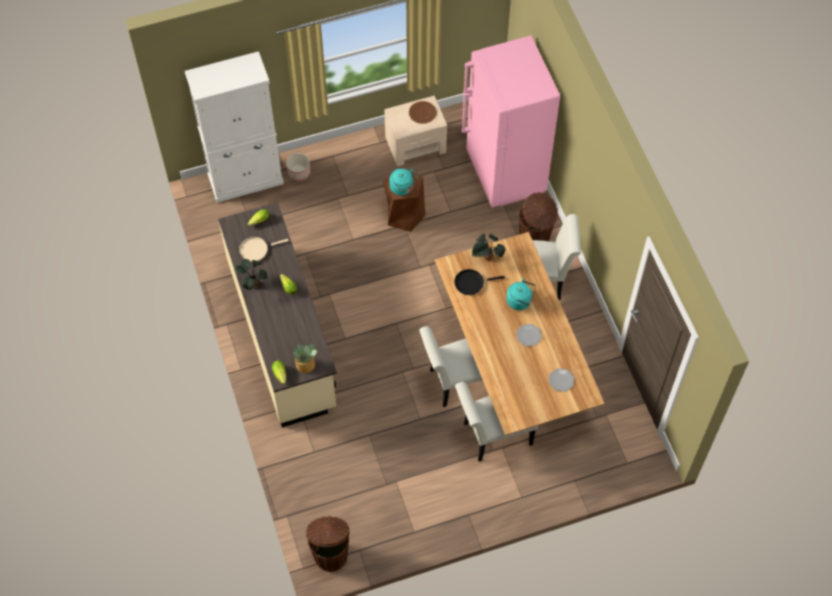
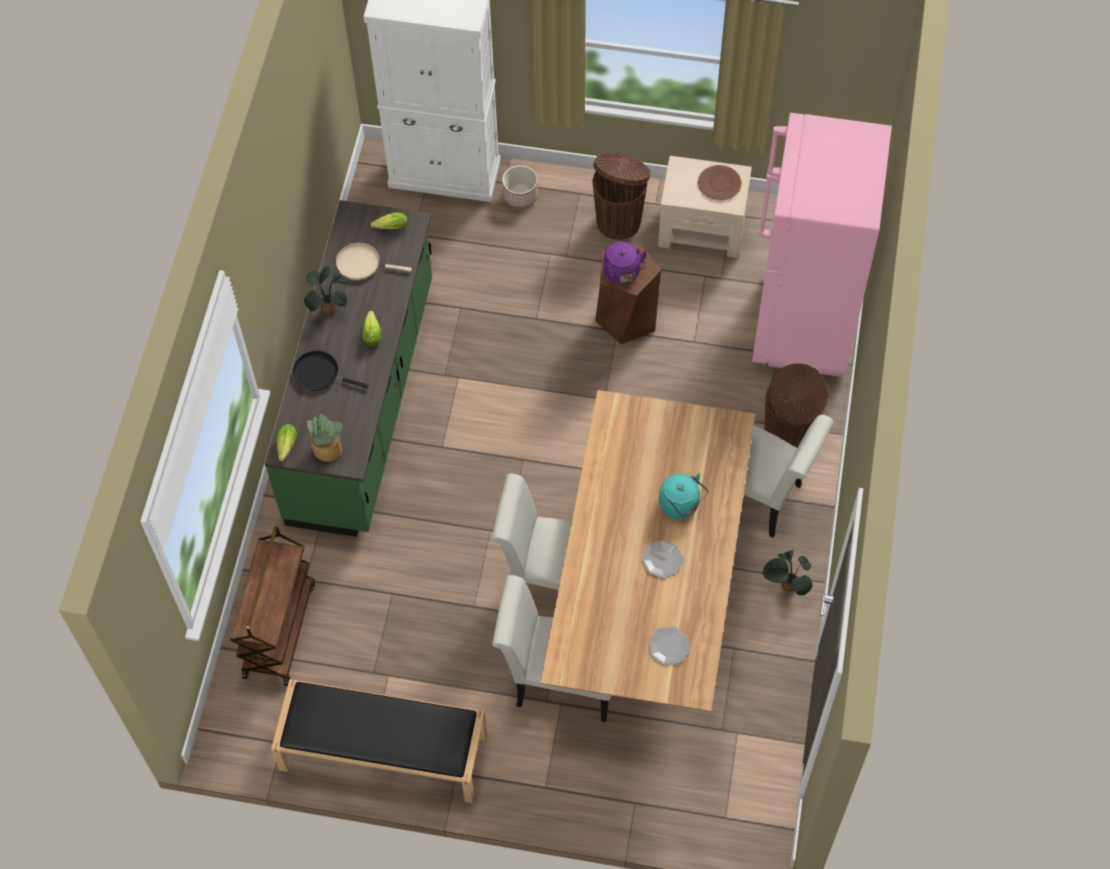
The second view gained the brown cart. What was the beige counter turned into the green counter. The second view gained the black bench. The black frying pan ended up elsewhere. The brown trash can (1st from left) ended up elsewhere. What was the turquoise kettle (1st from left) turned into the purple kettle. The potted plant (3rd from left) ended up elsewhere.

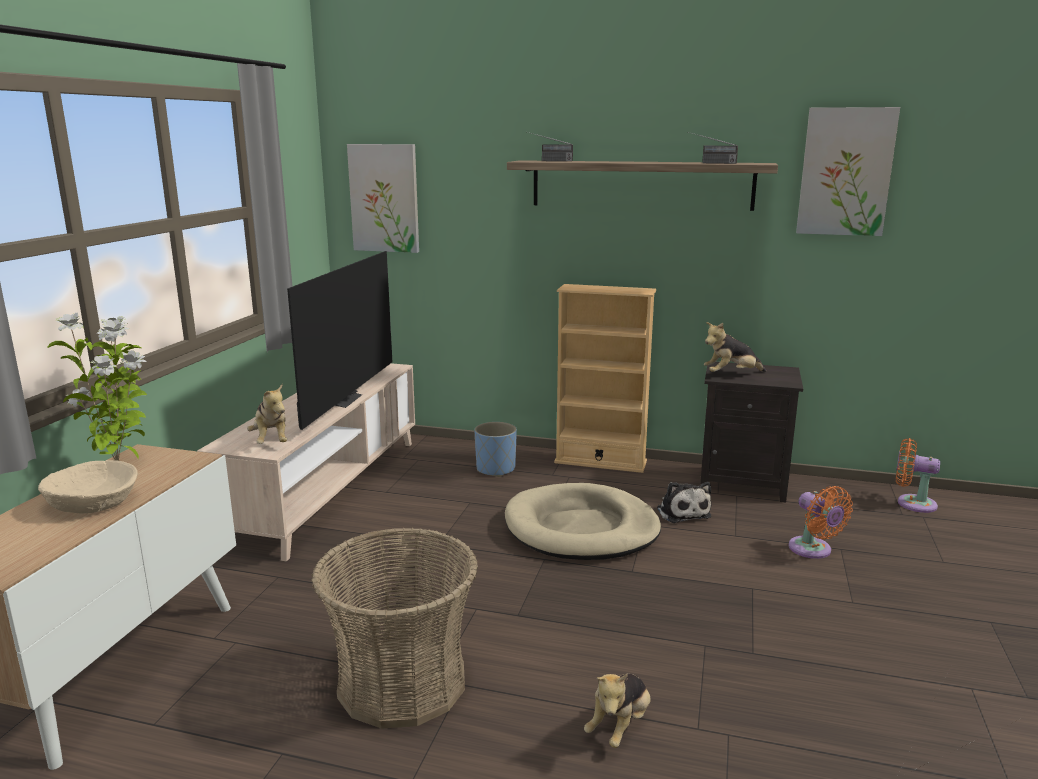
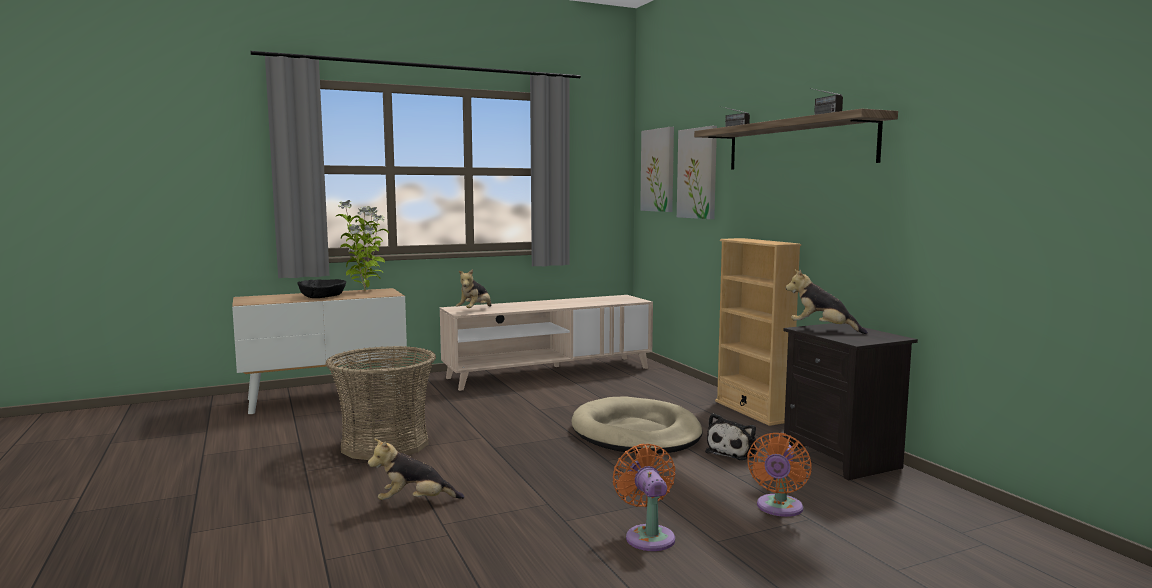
What was the beige bowl turned into the black bowl. The orange fan (2nd from left in the first image) ended up elsewhere. The picture (2nd from left) ended up elsewhere. The second view lost the television. The second view lost the blue planter.

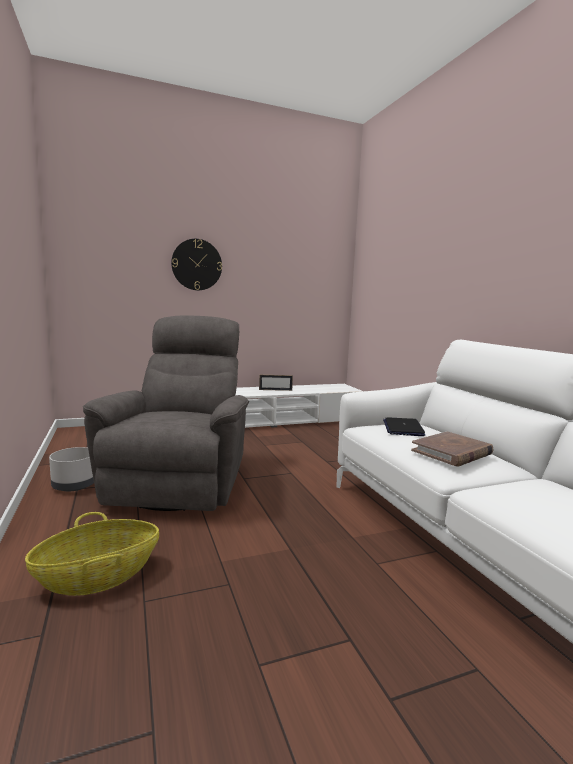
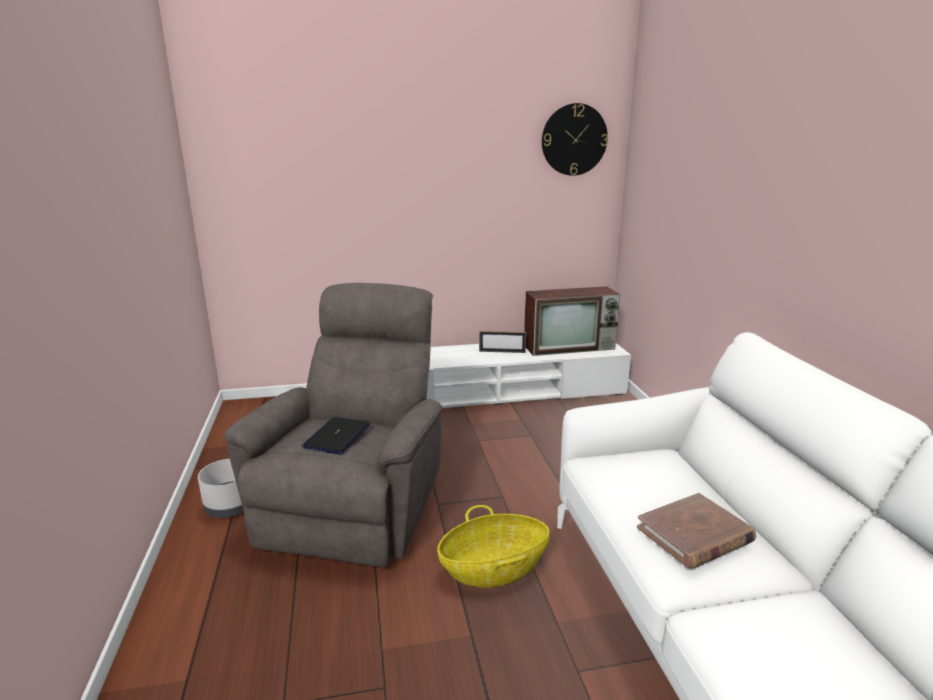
The laptop ended up elsewhere. The basket ended up elsewhere. The second view gained the television. The wall clock ended up elsewhere.

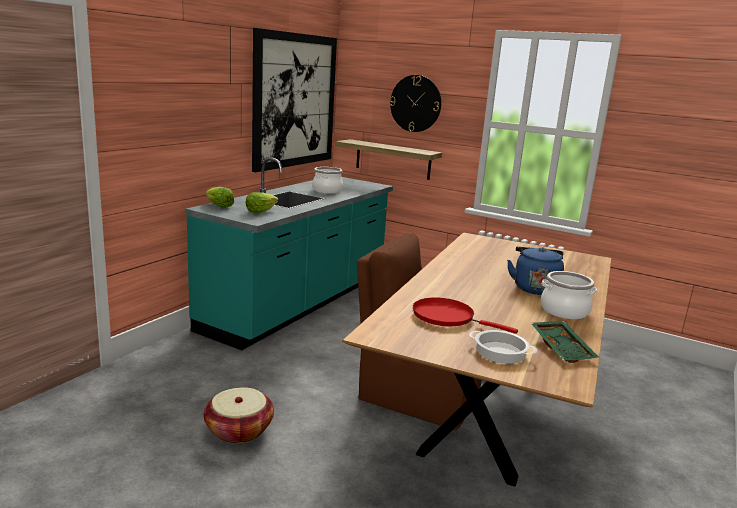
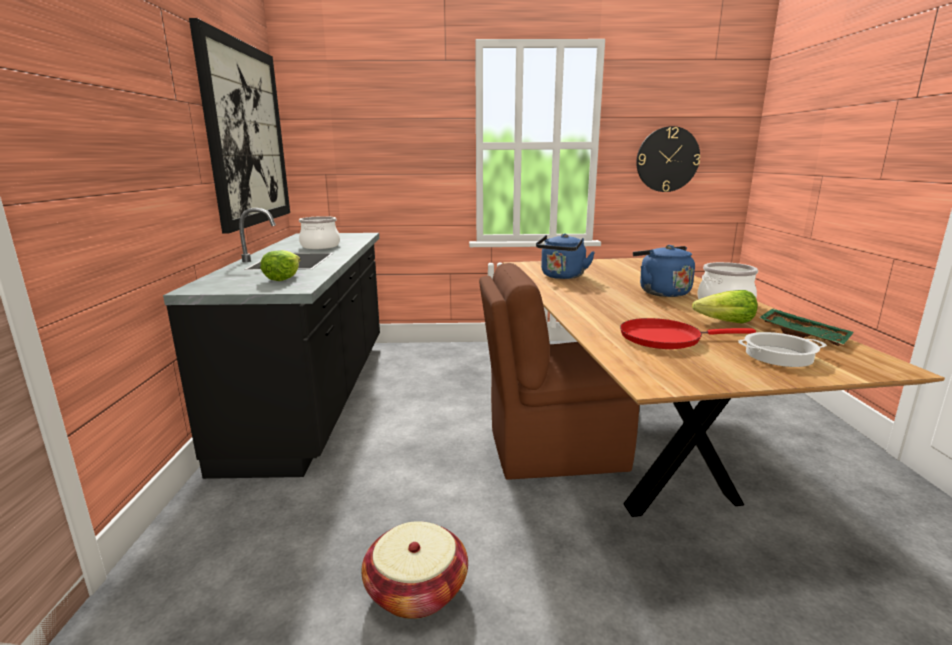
What was the turquoise counter turned into the black counter. The second view gained the blue kettle (1st from left). The wall clock ended up elsewhere. The lettuce (1st from left in the first image) ended up elsewhere. The second view lost the shelf.

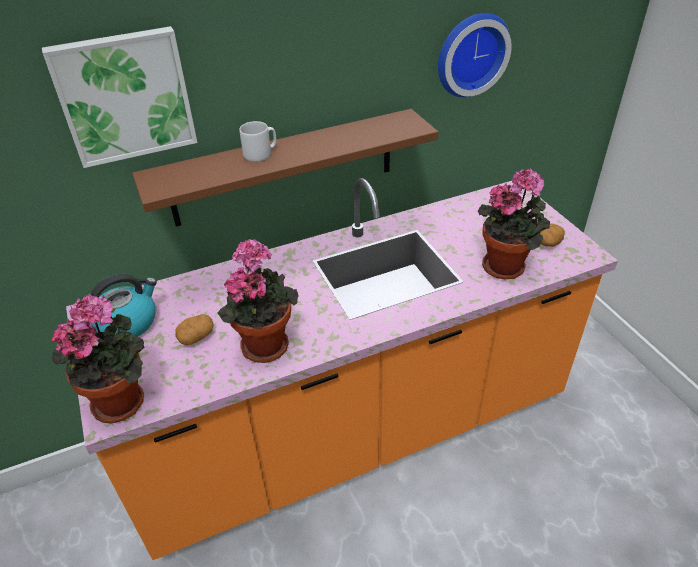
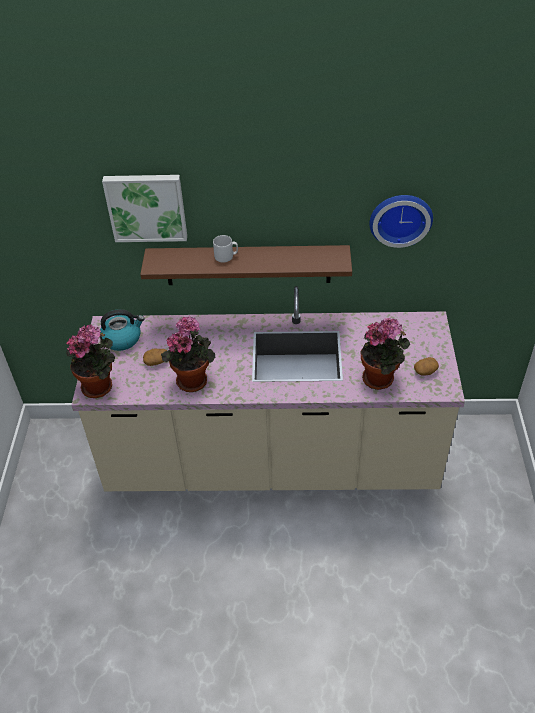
What was the orange counter turned into the beige counter.

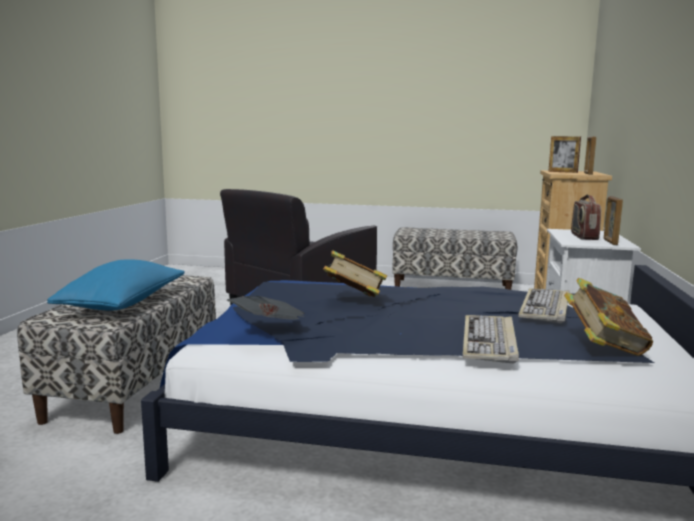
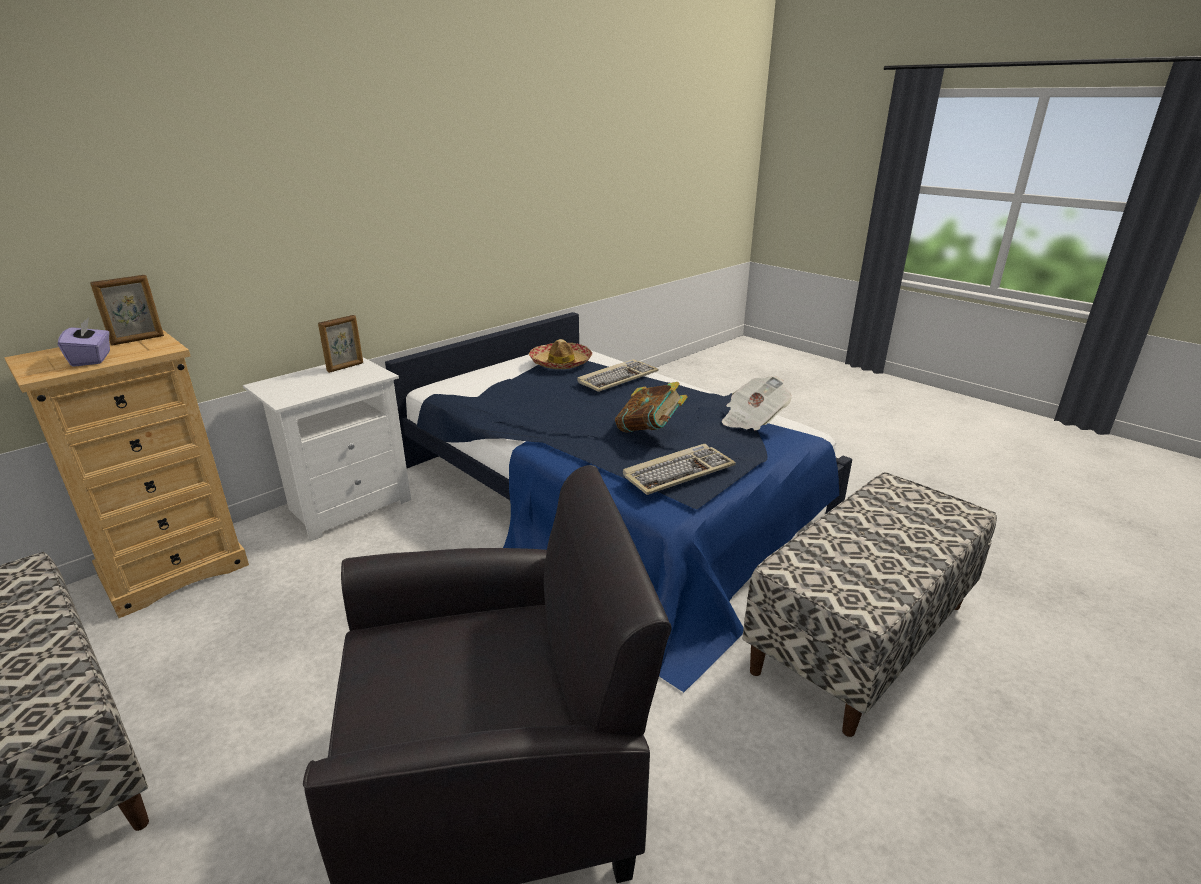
Where the picture frame (1st from left) stood, the purple tissue box came to stand. Where the book (2nd from left) stood, the hat came to stand. The keyboard (2nd from left) ended up elsewhere. The second view lost the blue pillow. The second view lost the radio.

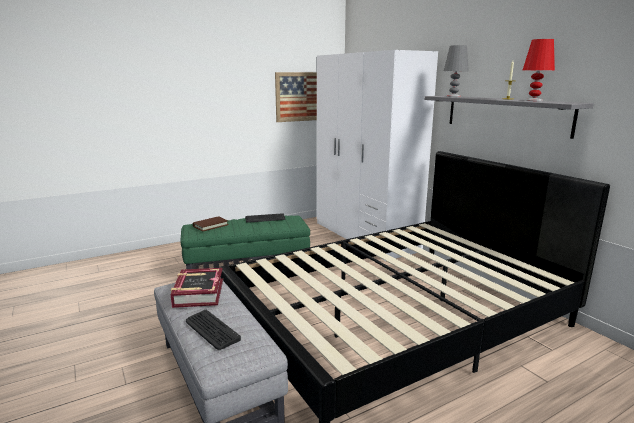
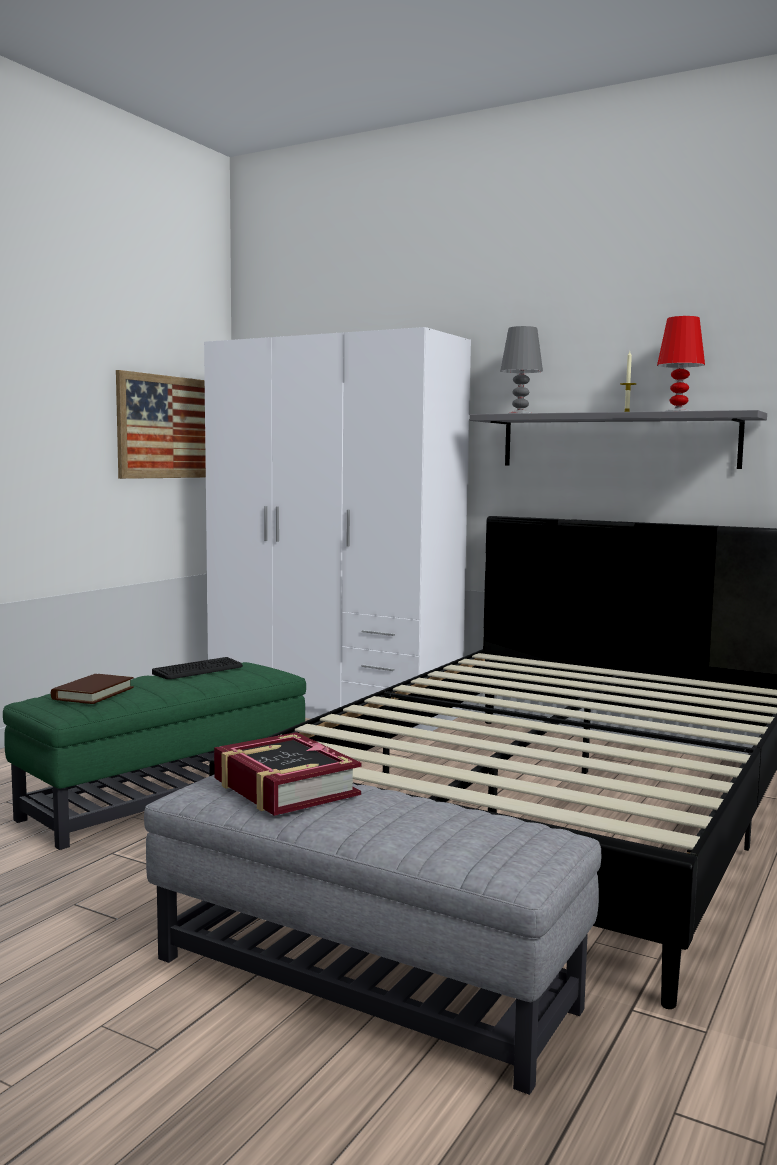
The second view lost the keyboard (1st from left).

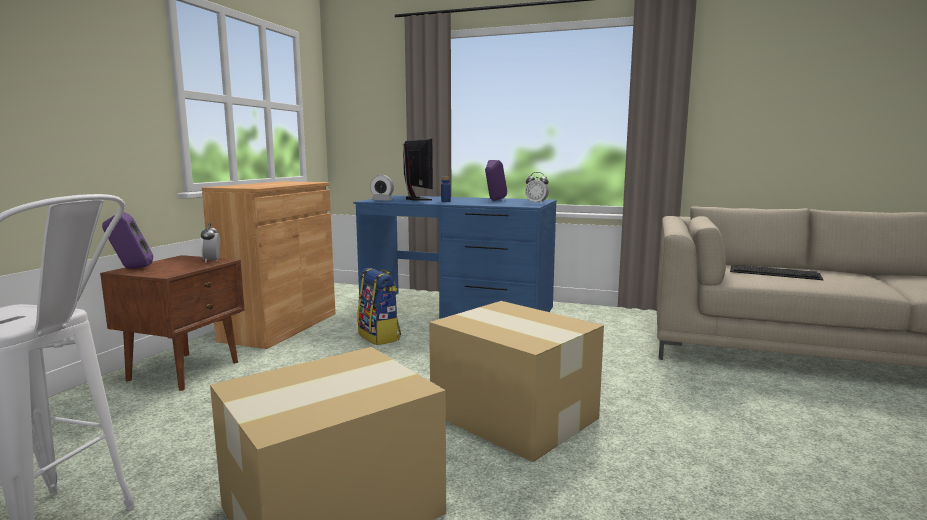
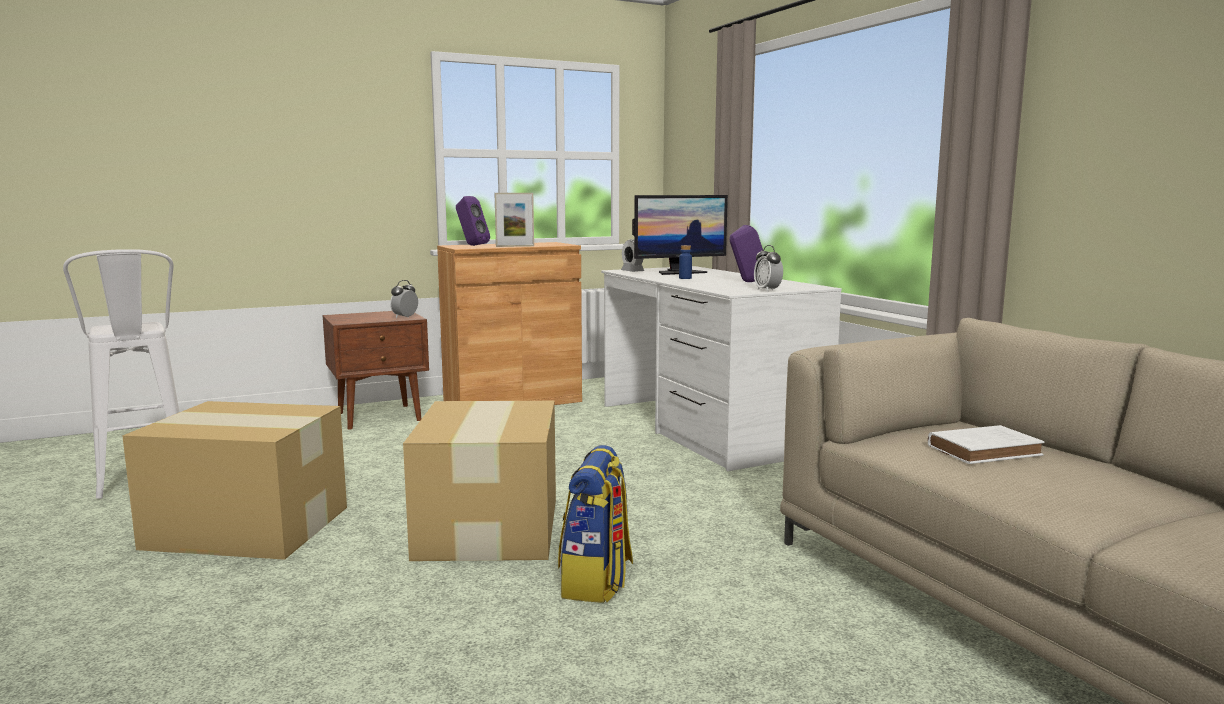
The purple speaker (1st from left) ended up elsewhere. The second view gained the picture frame. The backpack ended up elsewhere. What was the blue desk turned into the white desk. The monitor ended up facing another way, 45 degrees clockwise from before. Where the keyboard stood, the white book came to stand.

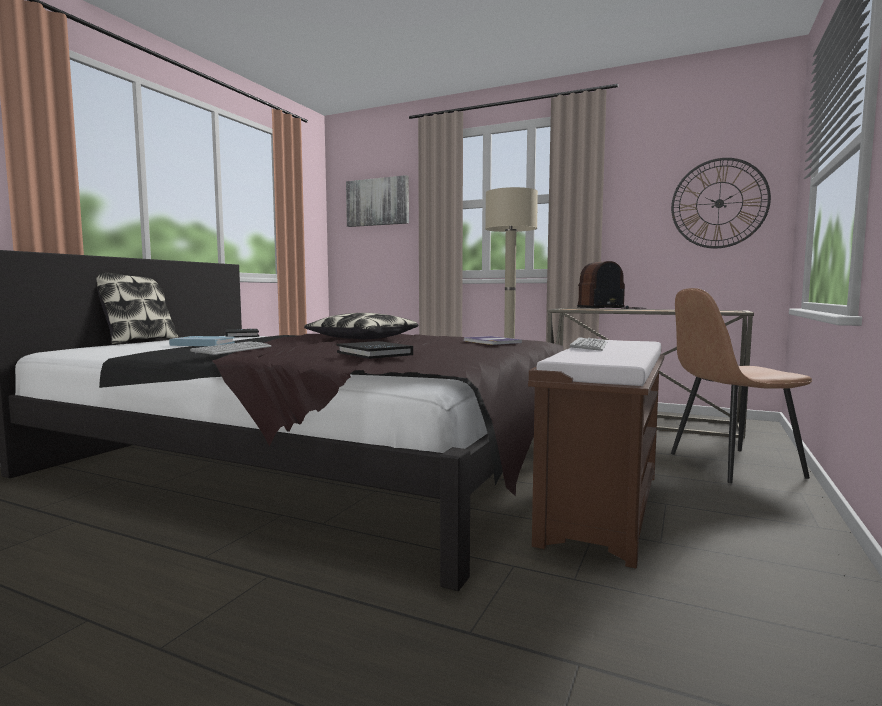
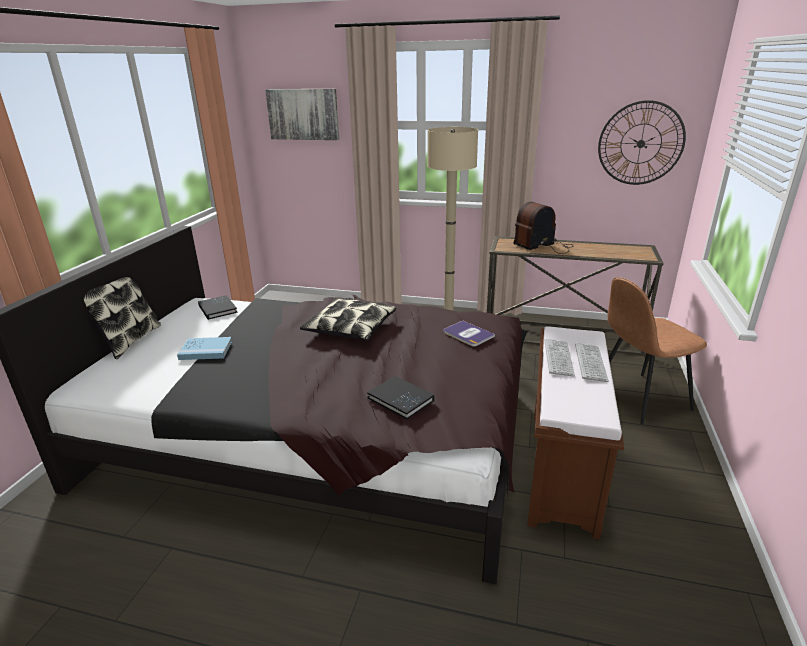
The keyboard (1st from left in the first image) ended up elsewhere.

